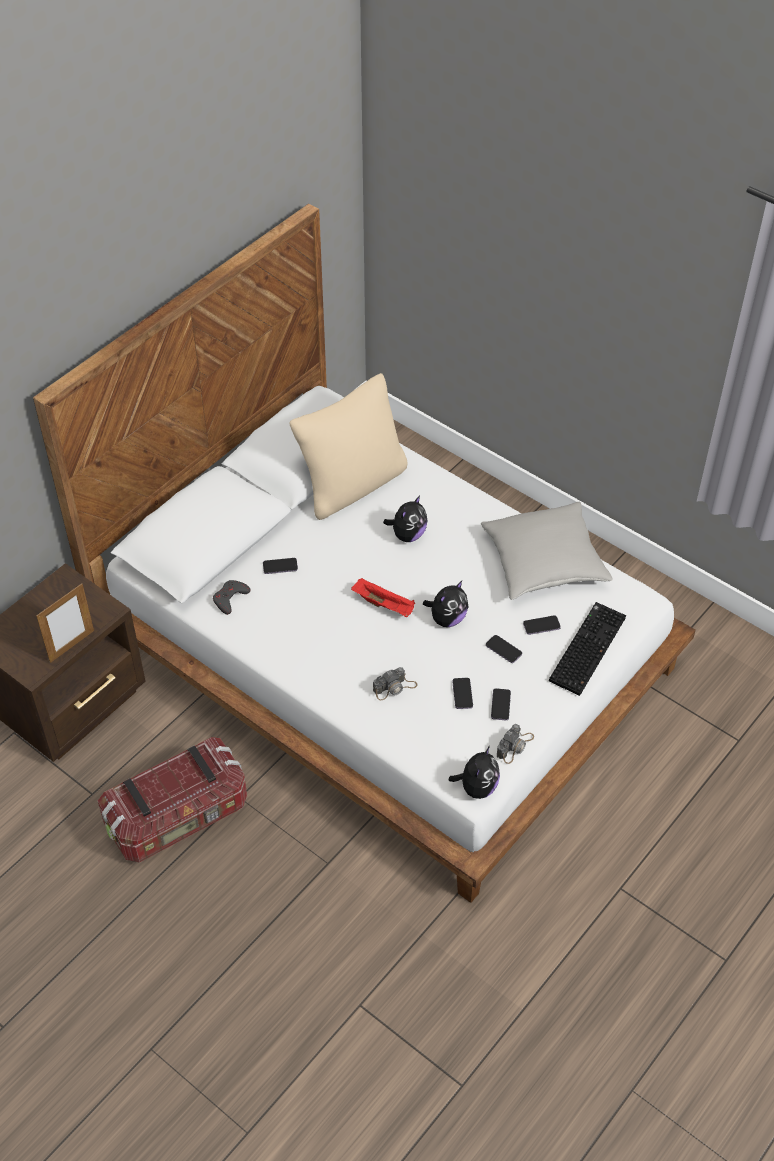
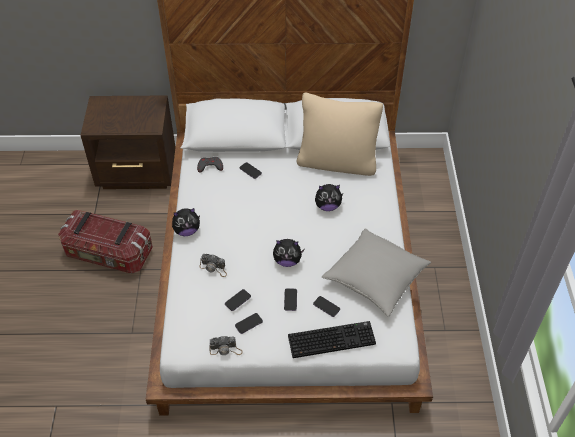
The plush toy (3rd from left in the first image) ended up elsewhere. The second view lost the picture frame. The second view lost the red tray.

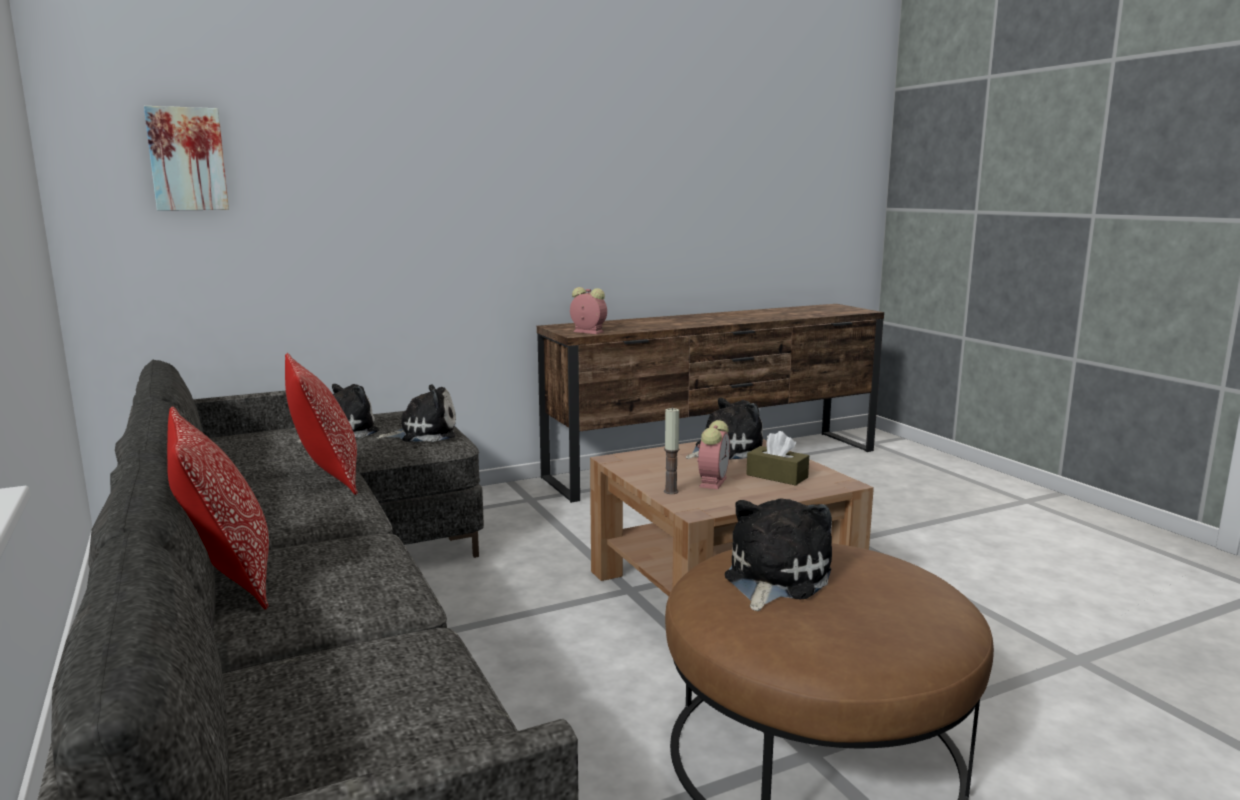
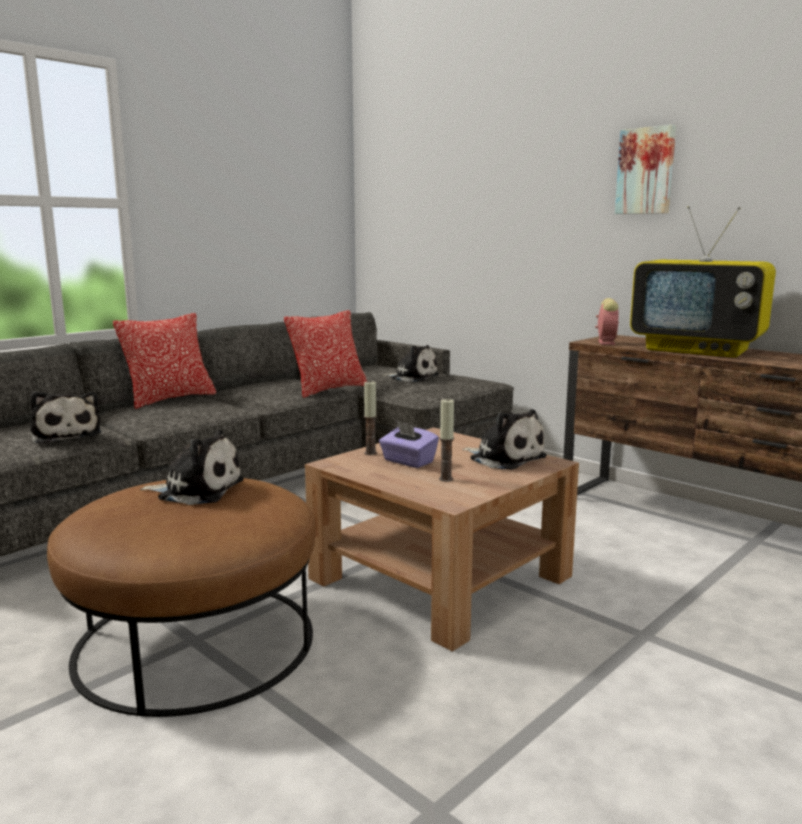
The plush toy (2nd from left in the first image) ended up elsewhere. Where the alarm clock (2nd from left) stood, the purple tissue box came to stand. Where the brown tissue box stood, the candle (2nd from left) came to stand. The picture ended up elsewhere. The second view gained the television.

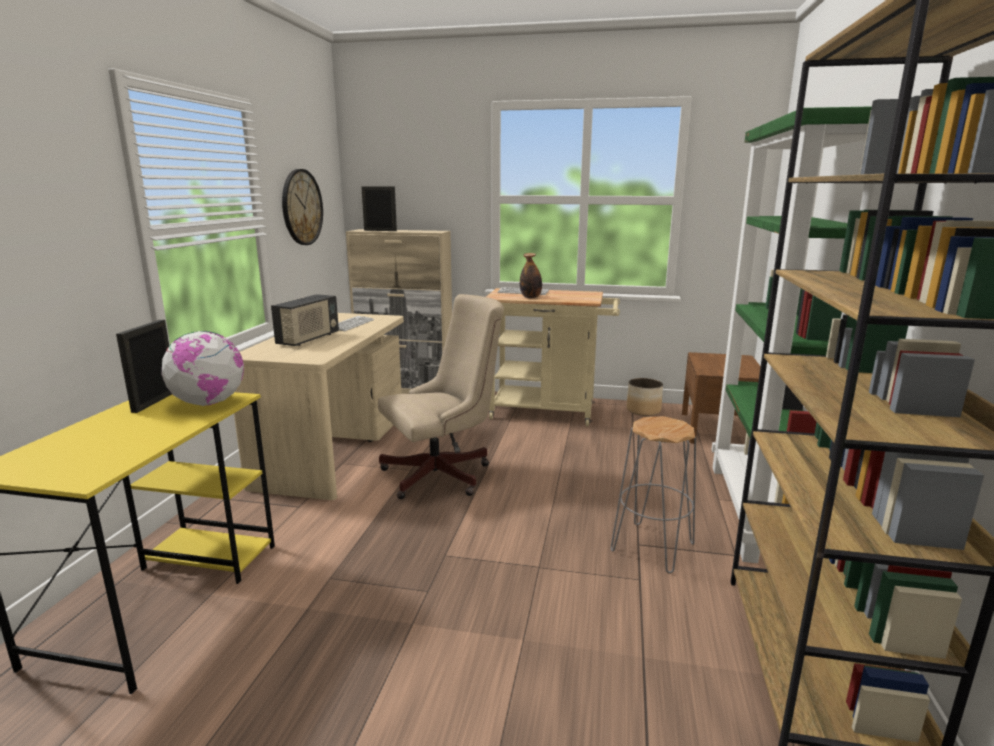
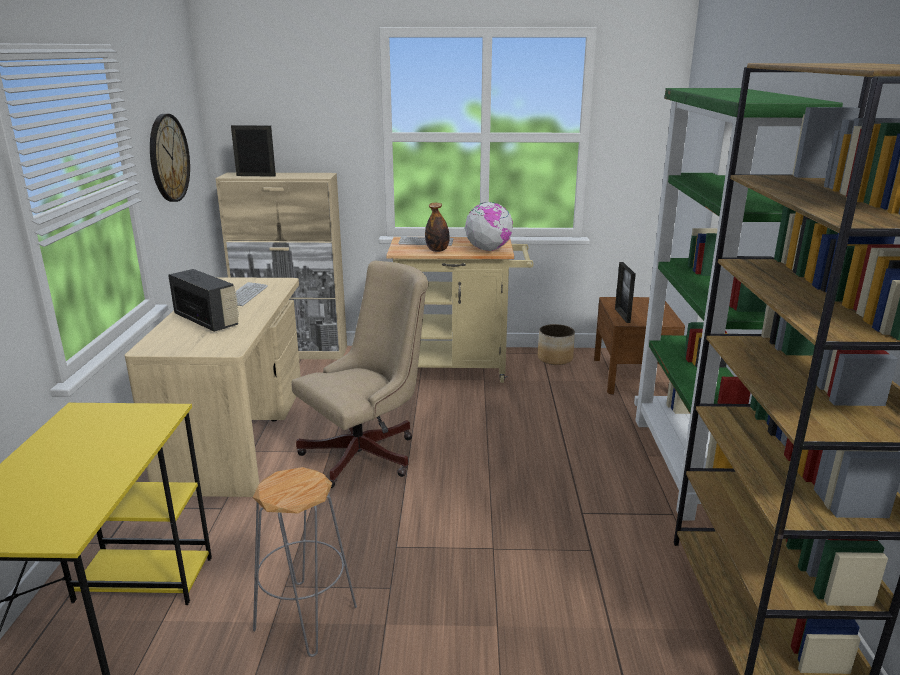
The radio ended up facing another way, 60 degrees counterclockwise from before. The grey stool ended up elsewhere. The globe ended up elsewhere. The picture frame (1st from left in the first image) ended up elsewhere.

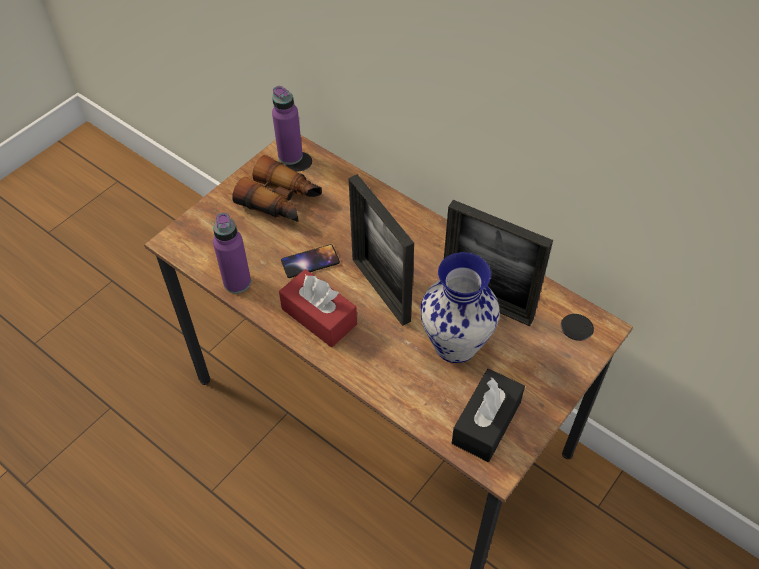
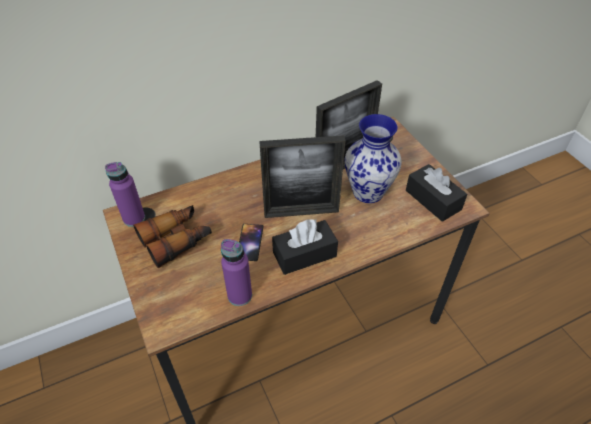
What was the red tissue box turned into the black tissue box (1st from left).

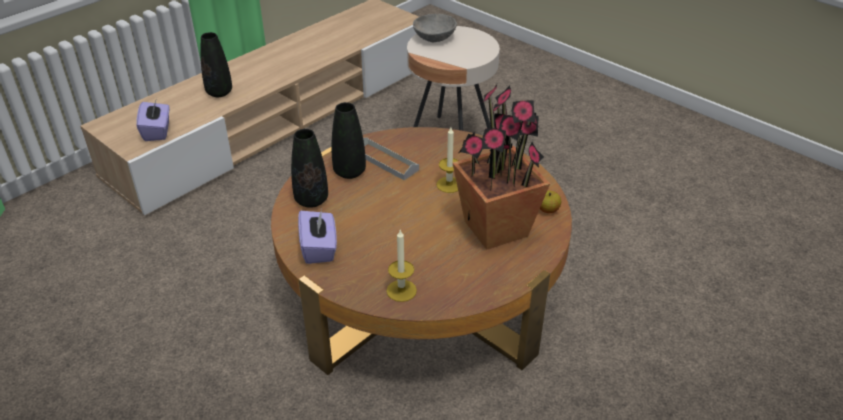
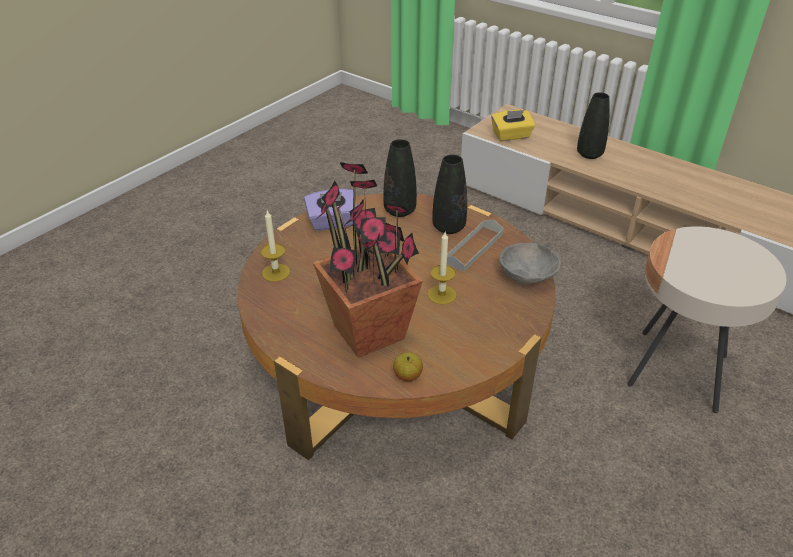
What was the purple tissue box (1st from left) turned into the yellow tissue box. The grey bowl ended up elsewhere.

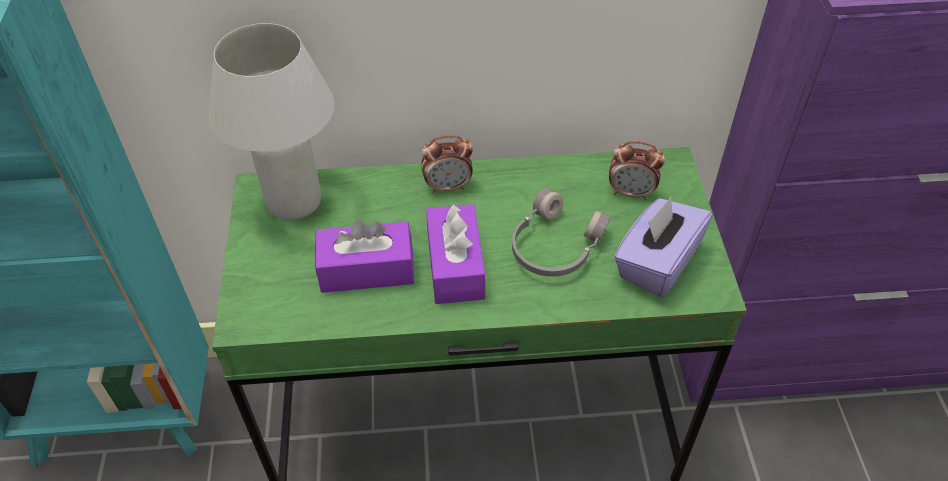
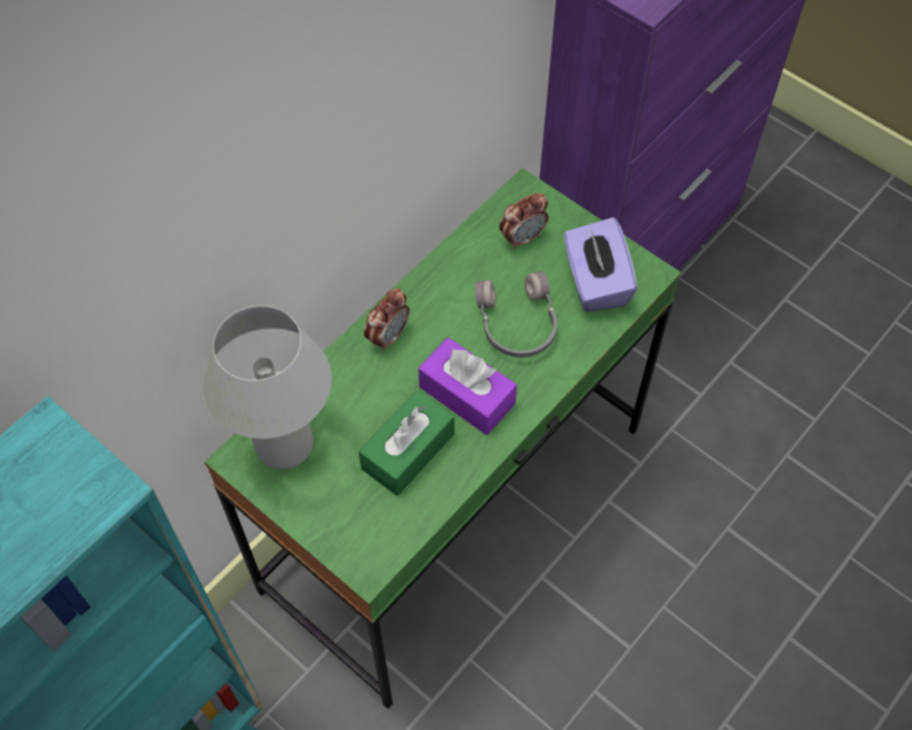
What was the purple tissue box (1st from left) turned into the green tissue box.

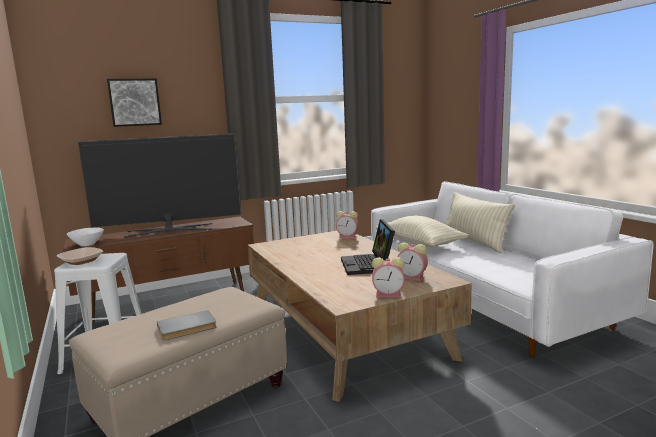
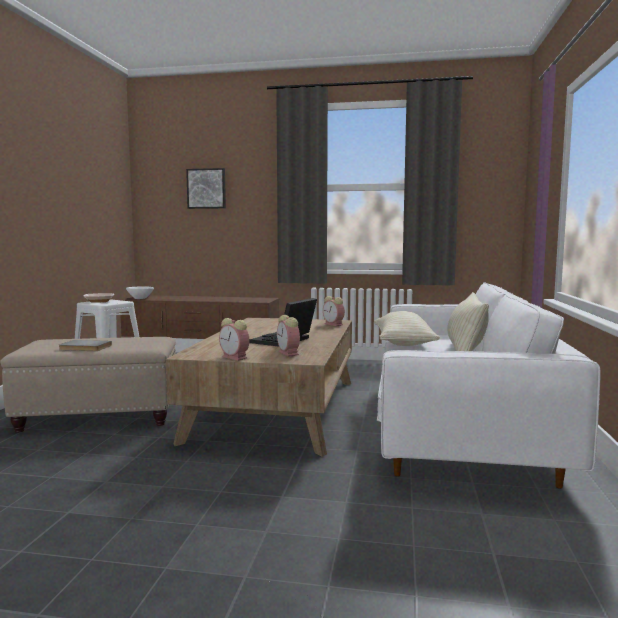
The second view lost the television.

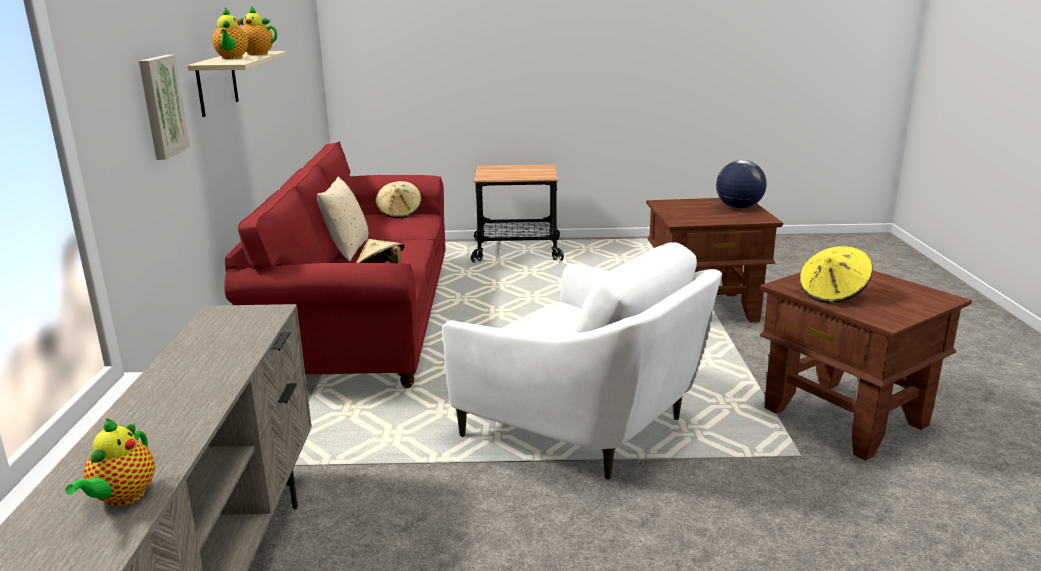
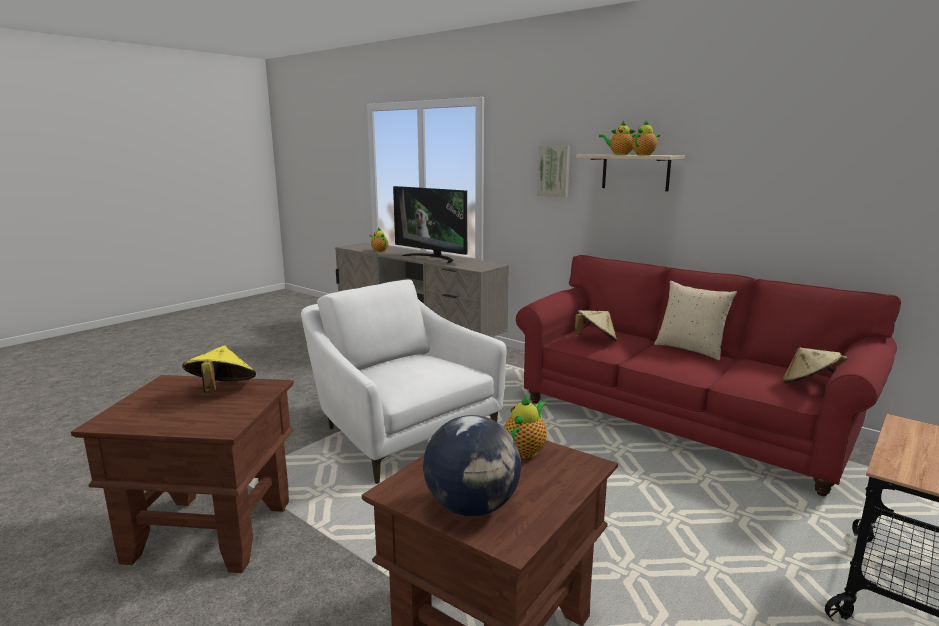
The white armchair ended up facing another way, 60 degrees clockwise from before. The second view gained the television. The second view gained the teapot (2nd from left).

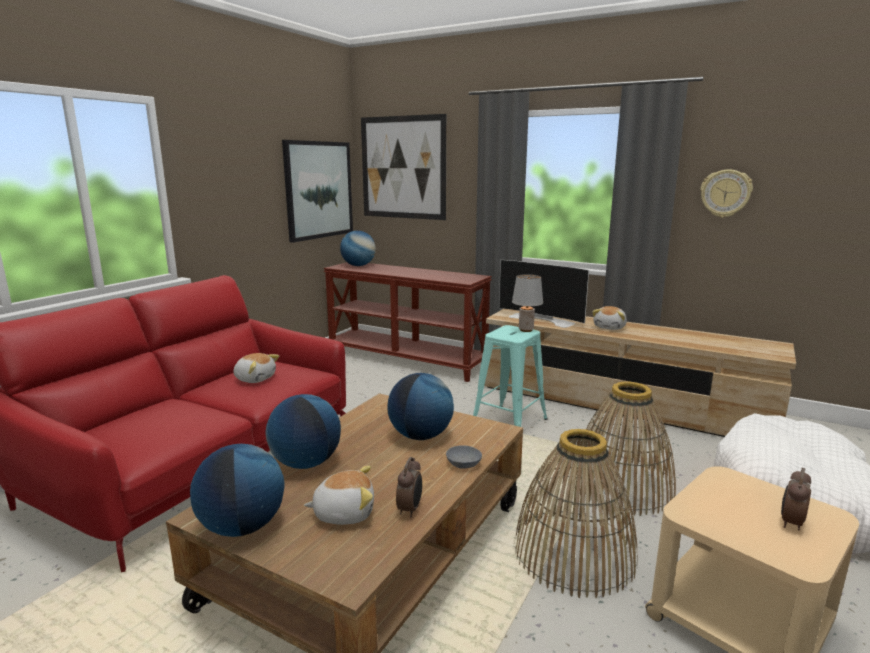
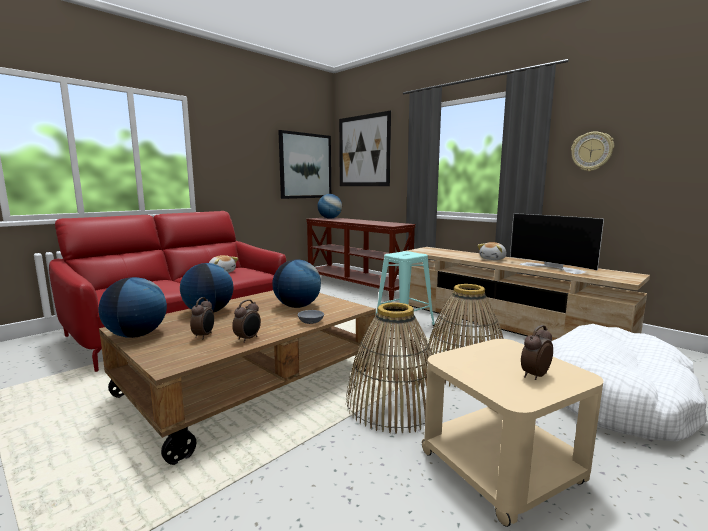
Where the plush toy (2nd from left) stood, the alarm clock (1st from left) came to stand. The television ended up elsewhere. The second view lost the grey table lamp.

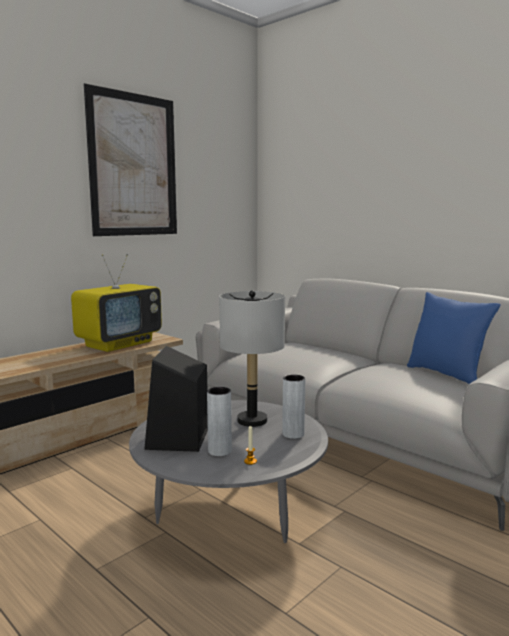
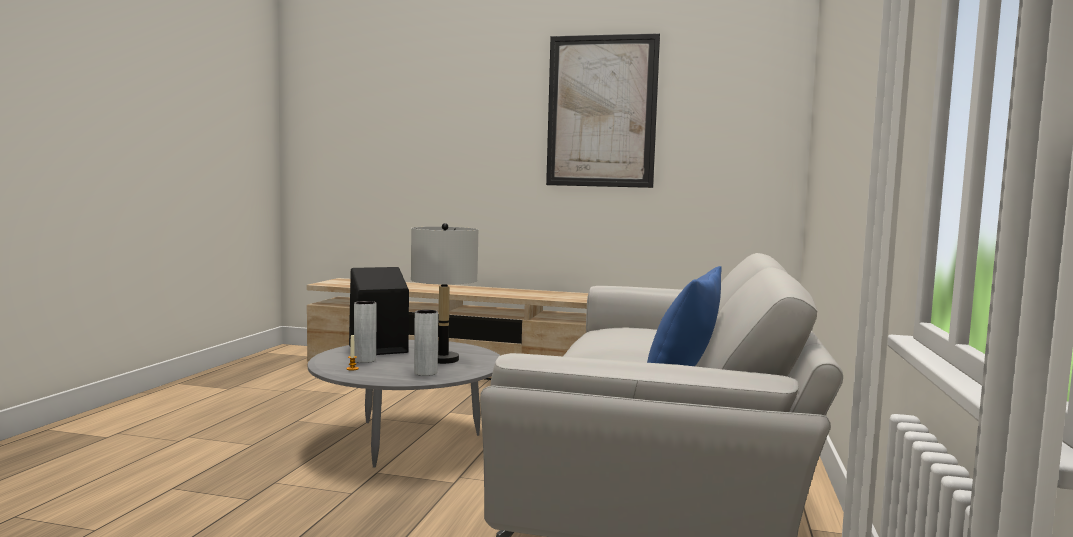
The second view lost the television.

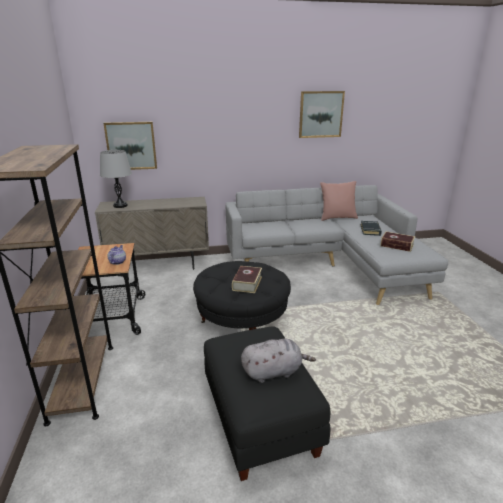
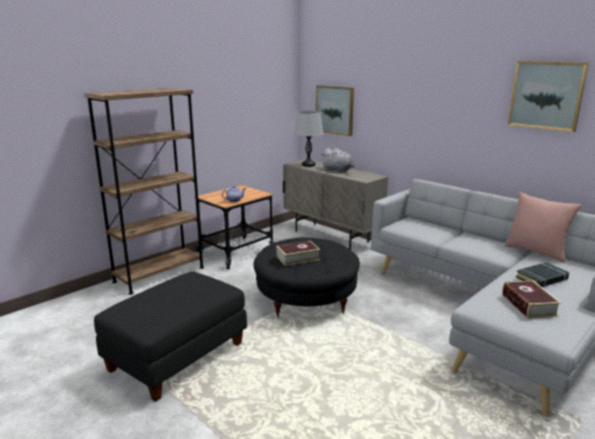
The grey plush toy ended up elsewhere.

